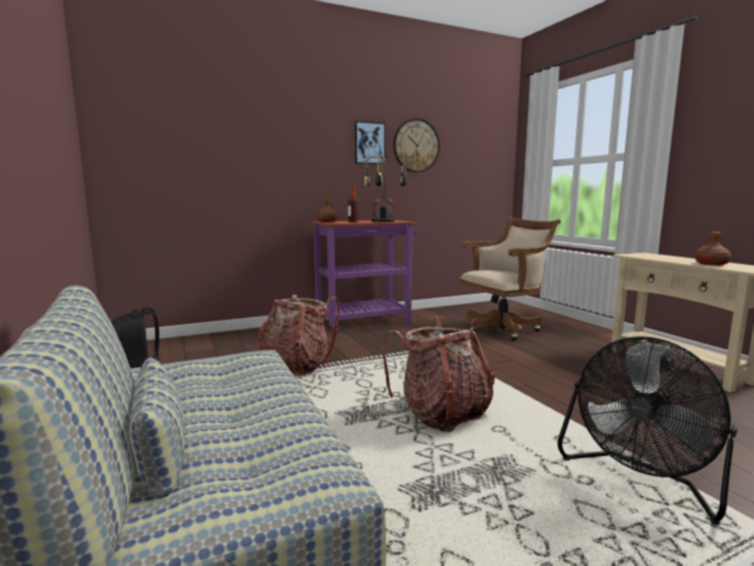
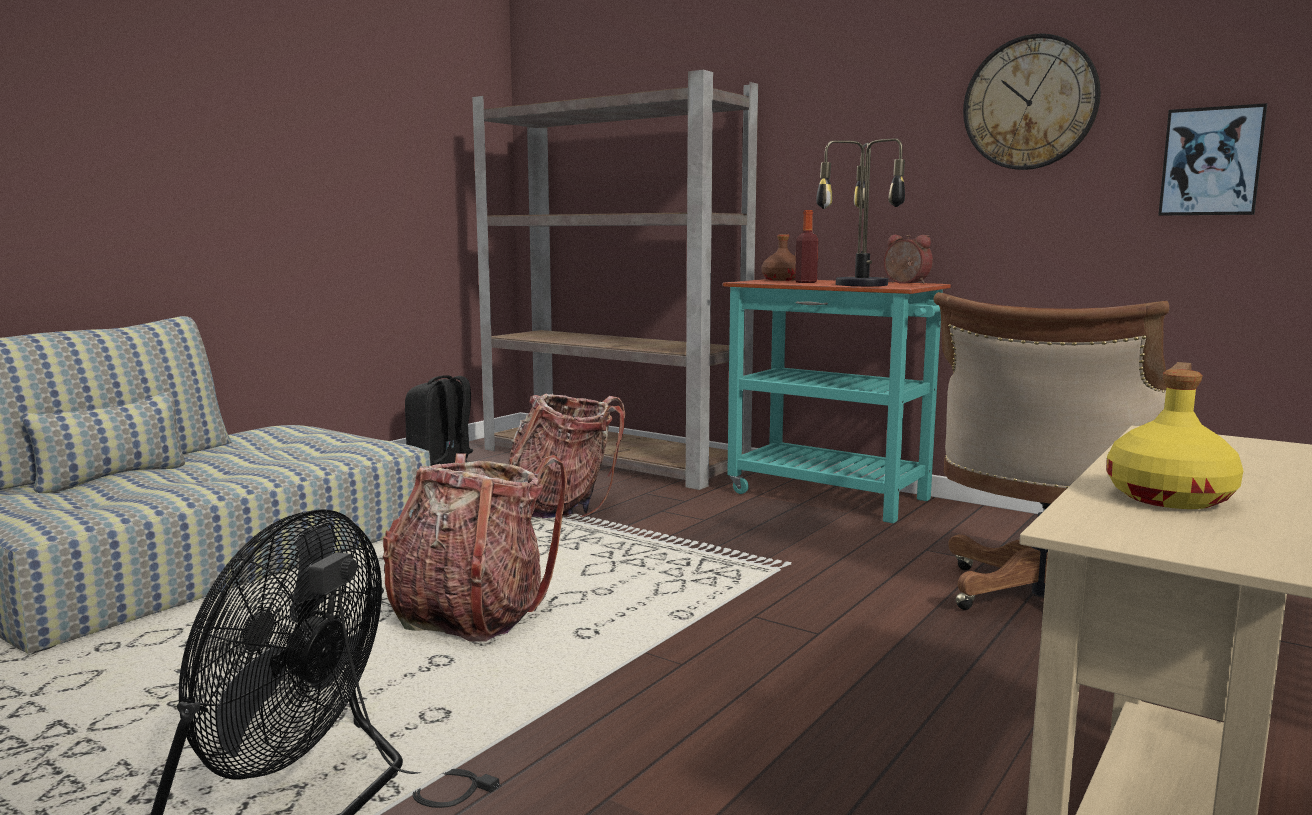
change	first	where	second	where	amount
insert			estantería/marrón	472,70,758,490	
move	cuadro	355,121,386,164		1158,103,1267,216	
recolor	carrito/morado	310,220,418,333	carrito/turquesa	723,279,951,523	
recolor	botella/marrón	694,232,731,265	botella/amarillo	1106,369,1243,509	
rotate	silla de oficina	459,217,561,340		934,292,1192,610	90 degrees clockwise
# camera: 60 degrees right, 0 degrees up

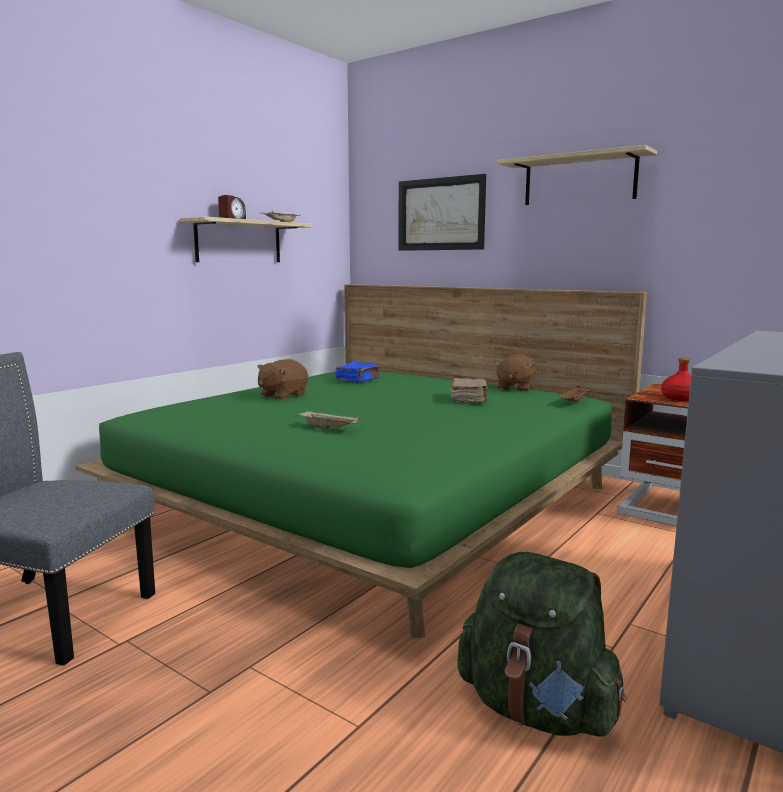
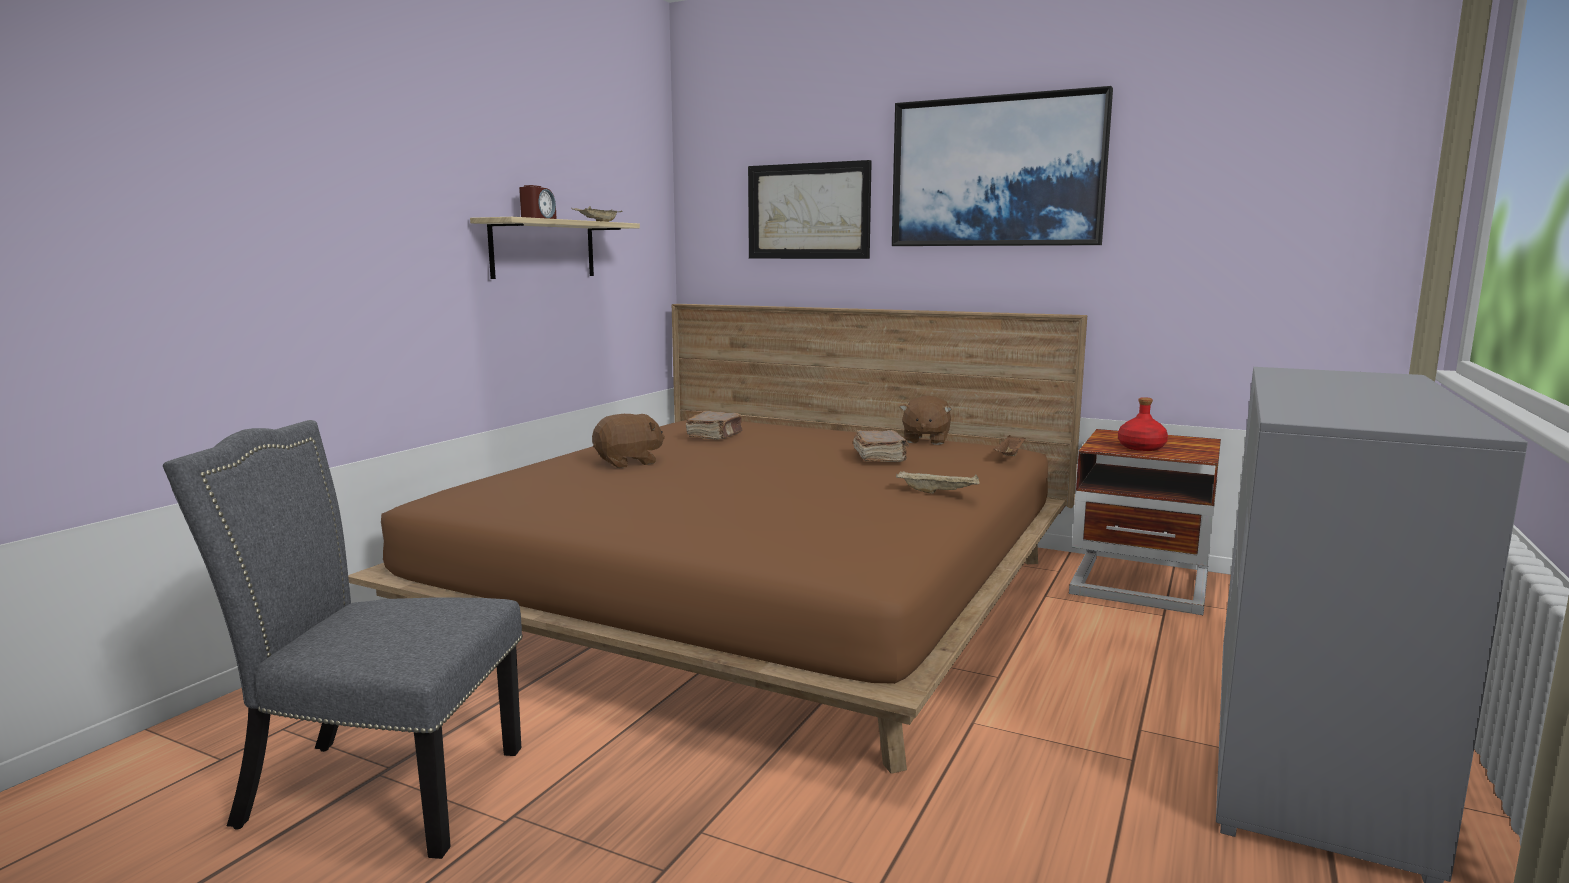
change	first	where	second	where	amount
delete	mochila/verde	457,552,627,737			
move	bandeja/beis	299,411,360,429		896,471,979,494	
replace	estante	497,145,657,205	cuadro	892,86,1113,246	
recolor	cama/verde	75,284,647,638	cama/marrón	348,304,1087,774	
recolor	libro/azul	335,362,380,383	libro/marrón	686,411,742,440	
rotate	peluche/marrón	257,359,308,400		592,414,665,468	150 degrees counterclockwise
# camera: 10 degrees left, 0 degrees up

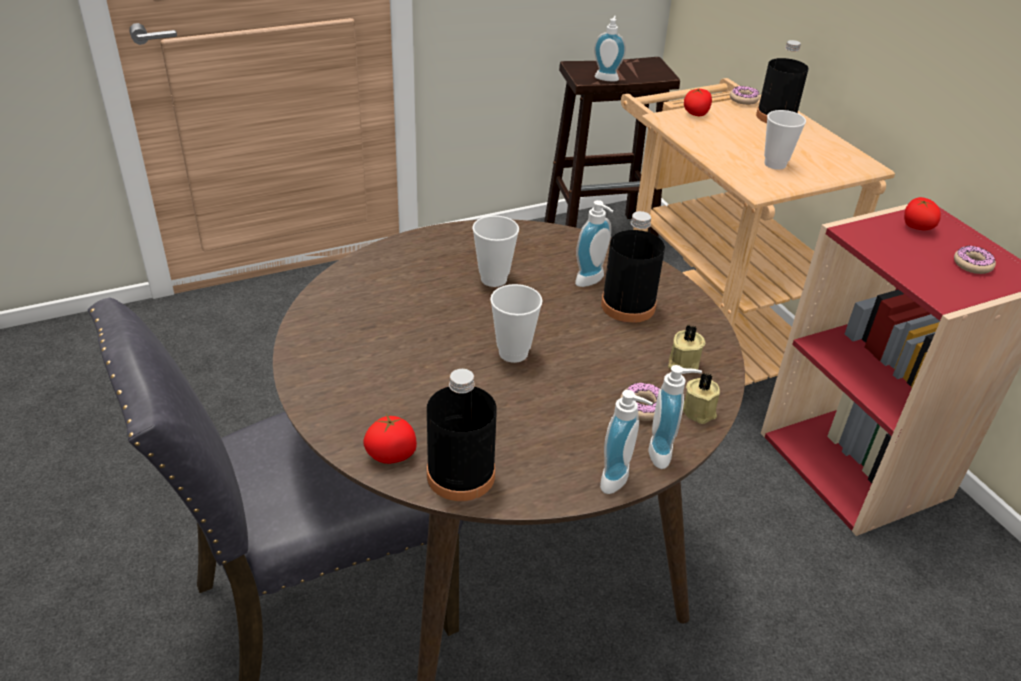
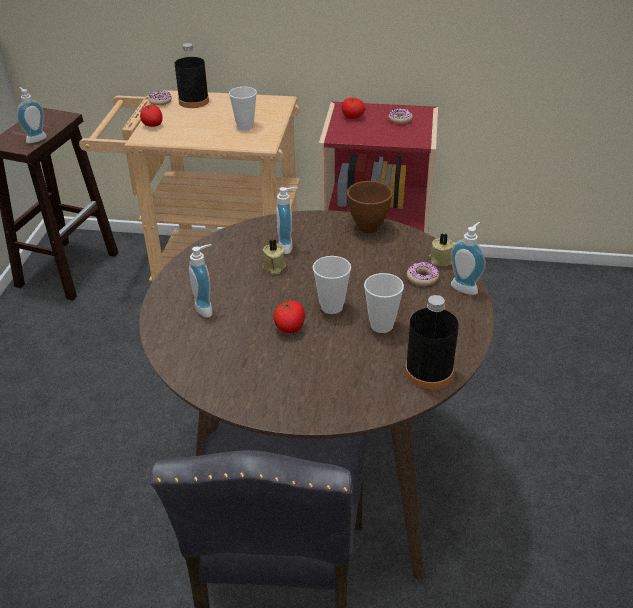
change	first	where	second	where	amount
delete	botella/negro	601,211,665,323			
insert			cuenco/marrón	347,181,393,234	
move	tomate	363,414,417,464		274,301,305,333	
move	taza	472,216,519,287		364,273,404,333	
move	dispensador de jabón	600,390,653,494		189,244,213,317	
move	vela/beis	668,325,705,370		262,239,286,275	
# camera: 55 degrees left, 0 degrees up

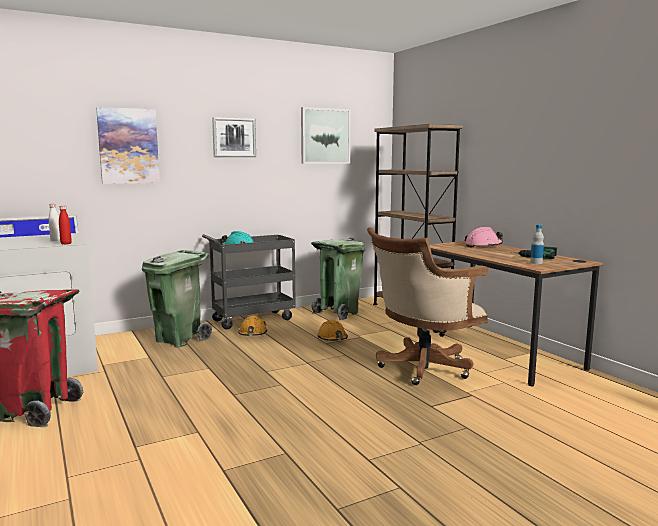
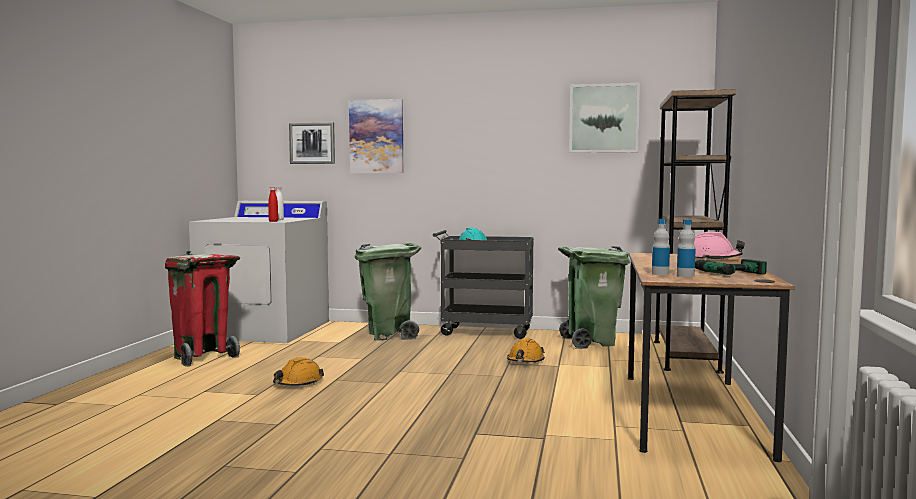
change	first	where	second	where	amount
delete	silla de oficina	367,227,488,385			
insert			botella	652,219,670,275	
move	cuadro	212,117,256,157		289,123,335,164	
move	casco/naranja	238,316,267,336		273,357,324,386	
# camera: 40 degrees right, 5 degrees down

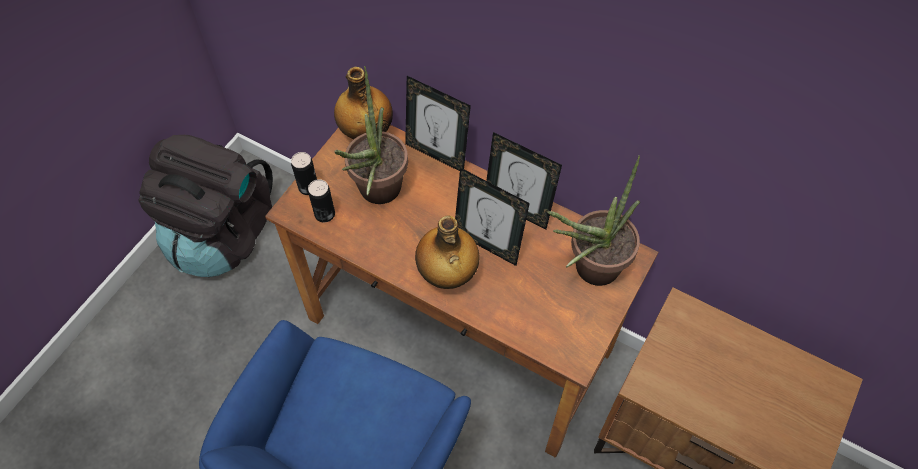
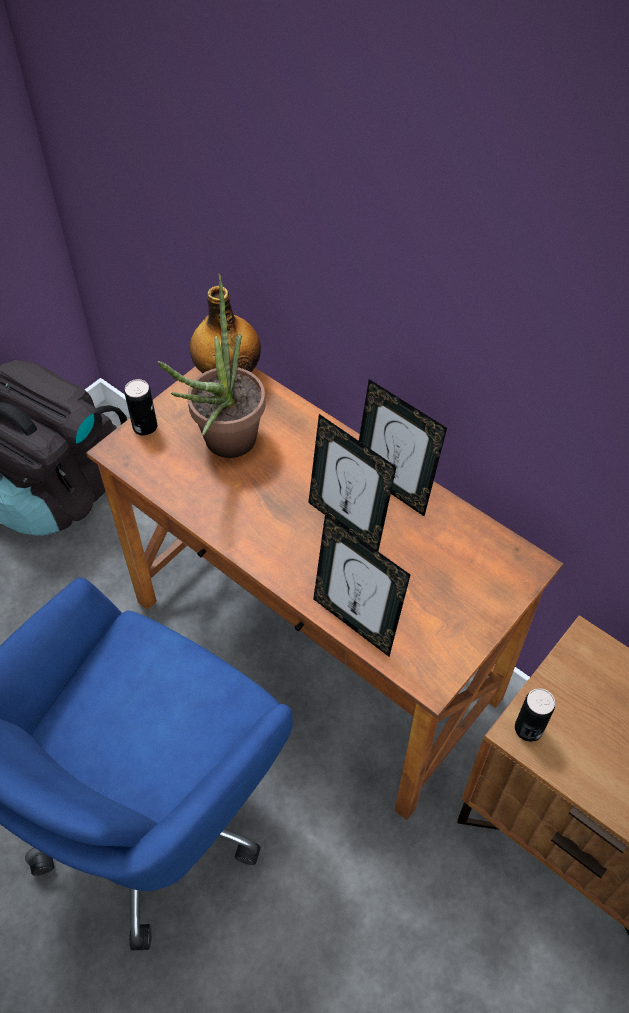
change	first	where	second	where	amount
delete	botella	415,215,480,289			
delete	planta en maceta	548,155,640,286			
move	lata	308,179,335,222		515,688,555,742	
move	portarretratos	405,76,471,171		313,514,411,657	
# camera: 10 degrees right, 5 degrees down

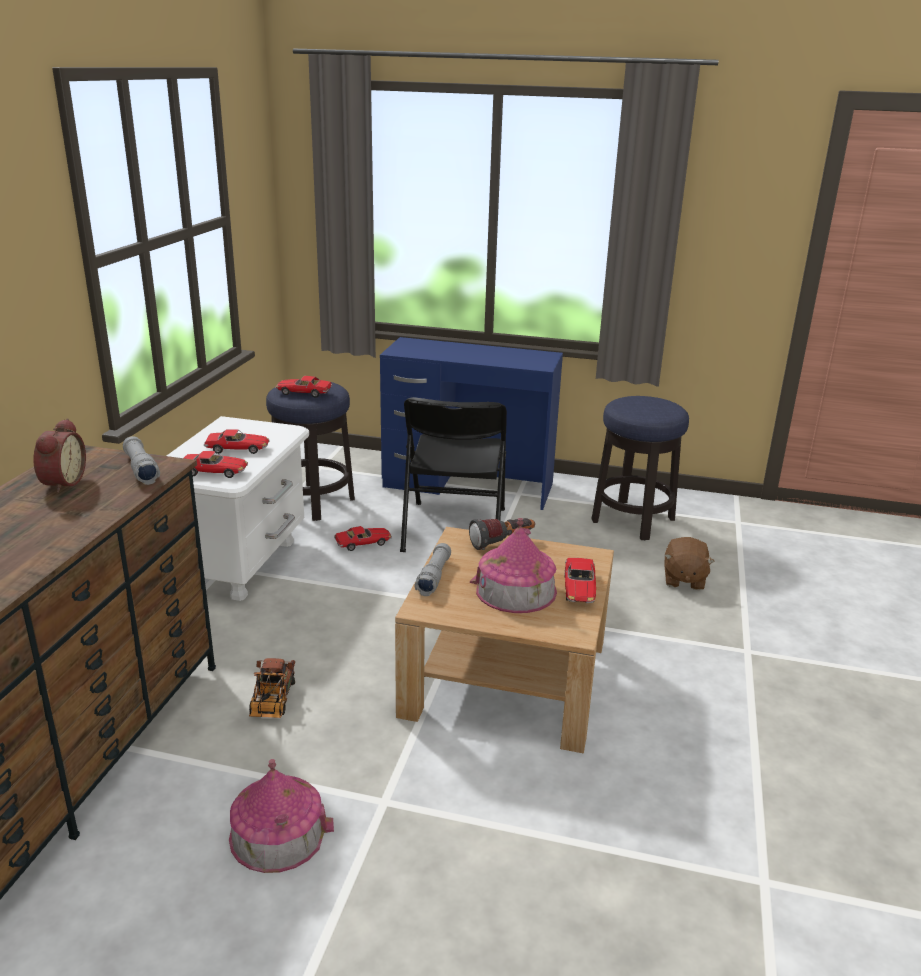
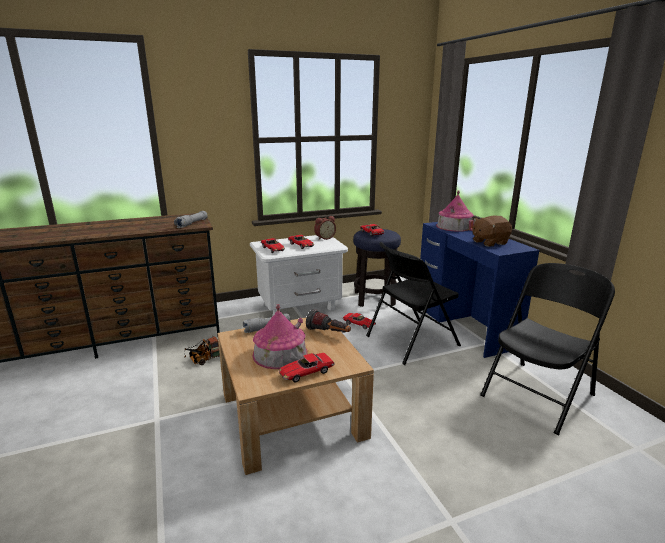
change	first	where	second	where	amount
move	despertador	33,418,86,493		314,216,336,240	
move	casita	229,759,334,873		436,190,474,232	
move	peluche/marrón	664,537,715,590		472,216,512,247	
replace	taburete	592,396,689,540	silla/negro	480,263,615,436	
# camera: 55 degrees right, 5 degrees down

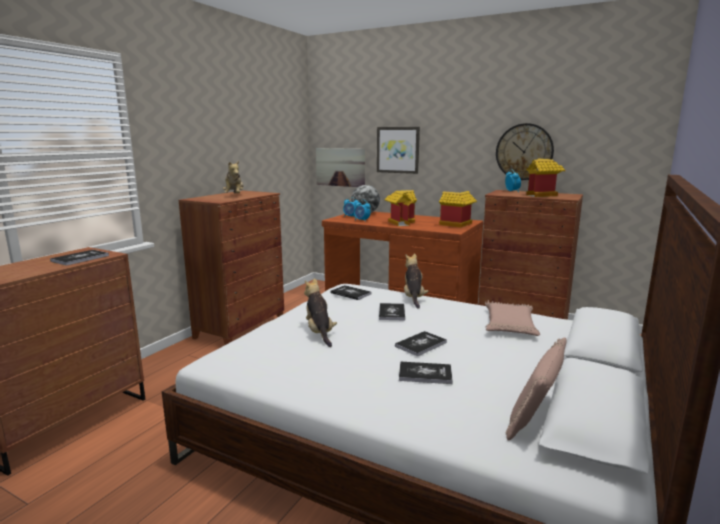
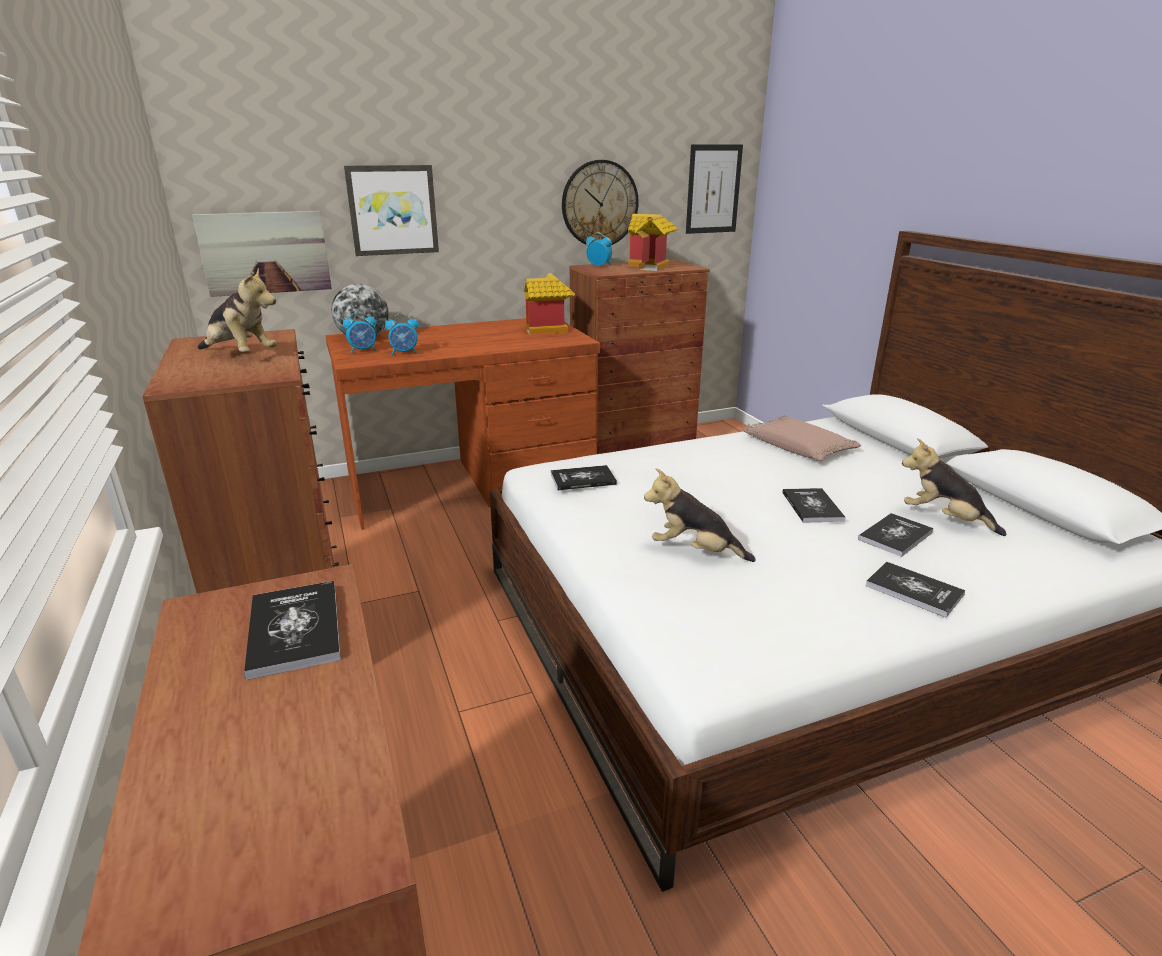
change	first	where	second	where	amount
delete	casita	384,190,417,226			
delete	cojín/beis	506,338,567,440			
insert			cuadro	686,144,743,234	
move	libro	379,303,405,320		866,562,965,618	
move	peluche	404,253,428,309		902,438,1006,536	
# camera: 50 degrees left, 10 degrees up

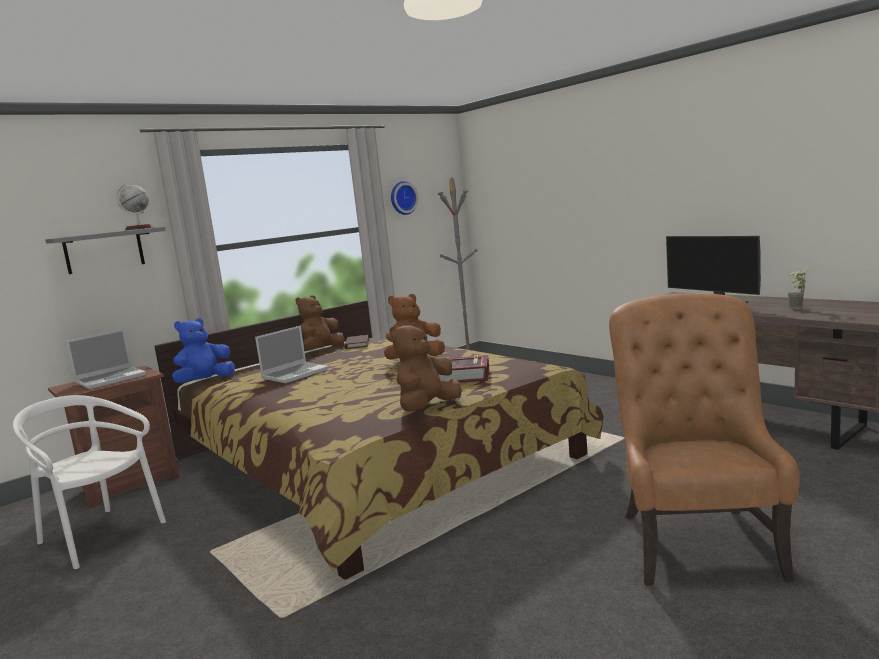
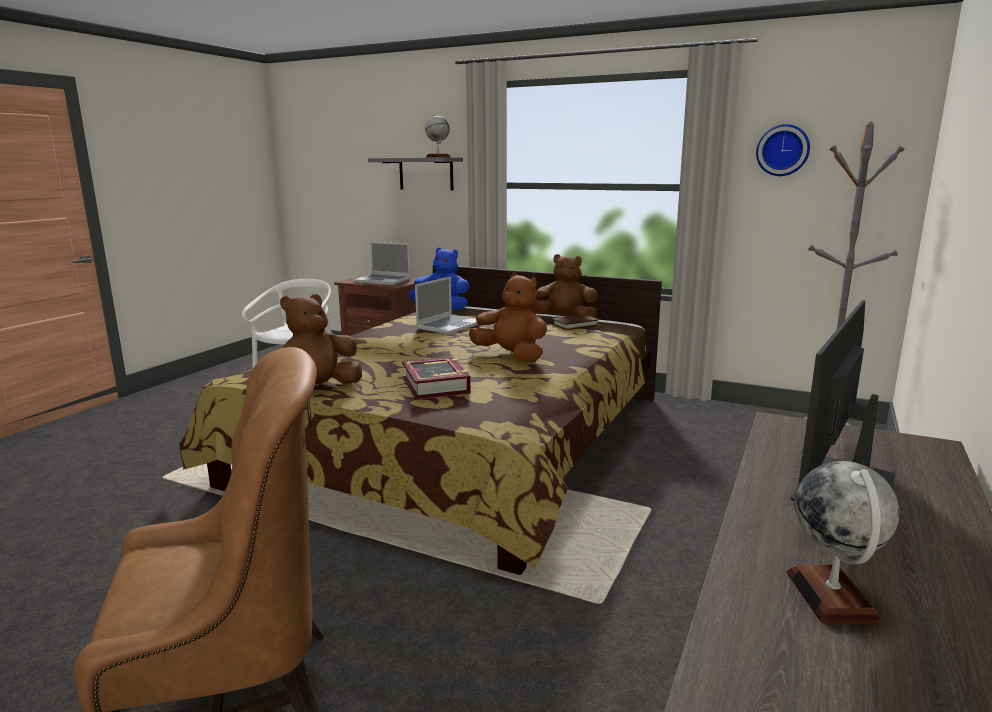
change	first	where	second	where	amount
replace	planta en maceta	788,267,808,310	globo terráqueo	786,461,900,624	
rotate	portátil	255,326,329,383		415,277,478,335	75 degrees counterclockwise
rotate	peluche/marrón	389,323,461,412		280,294,362,384	60 degrees counterclockwise
# camera: 65 degrees right, 5 degrees up

